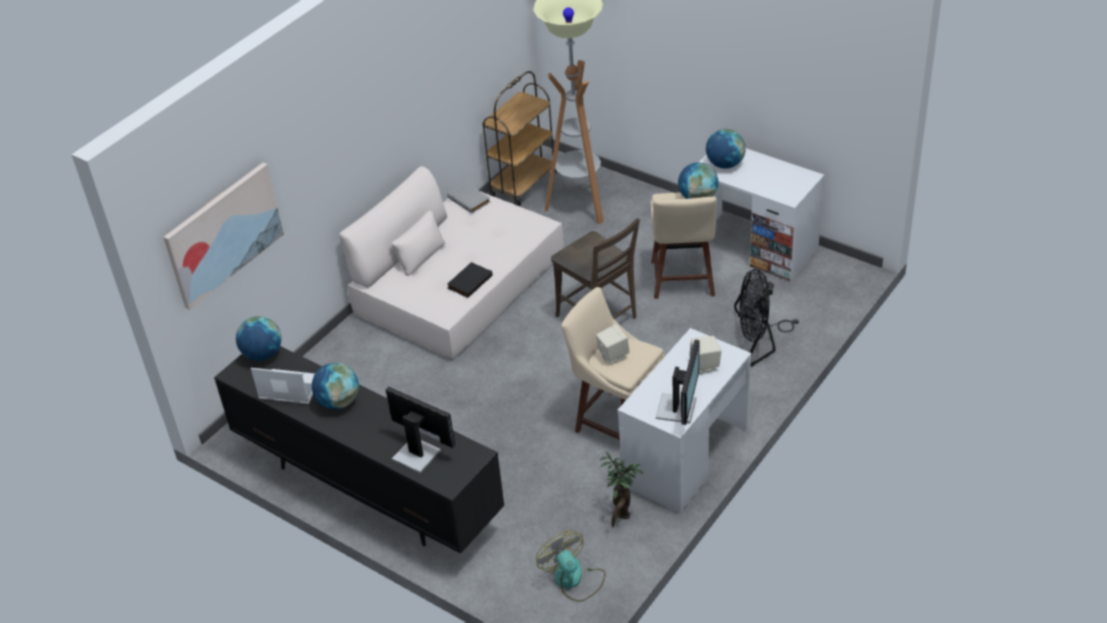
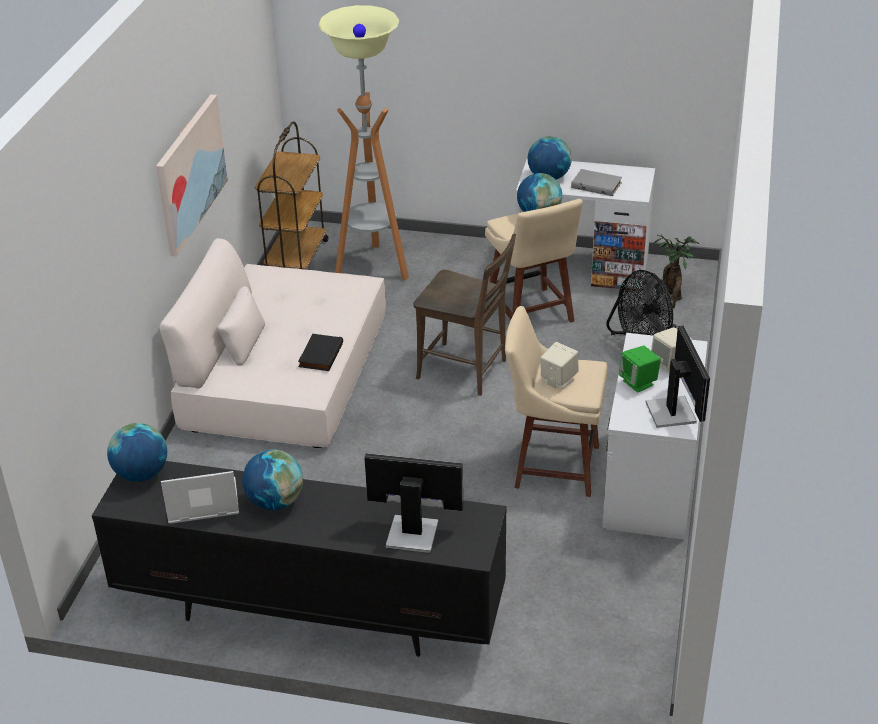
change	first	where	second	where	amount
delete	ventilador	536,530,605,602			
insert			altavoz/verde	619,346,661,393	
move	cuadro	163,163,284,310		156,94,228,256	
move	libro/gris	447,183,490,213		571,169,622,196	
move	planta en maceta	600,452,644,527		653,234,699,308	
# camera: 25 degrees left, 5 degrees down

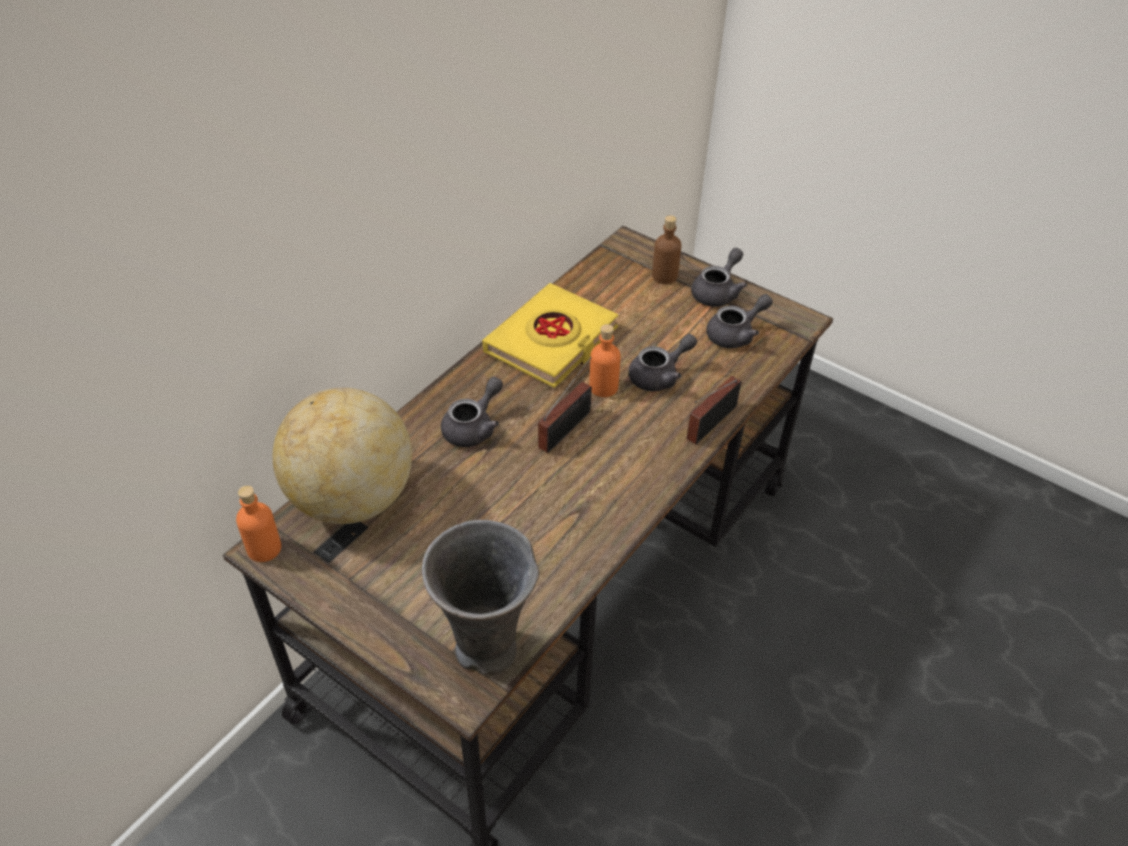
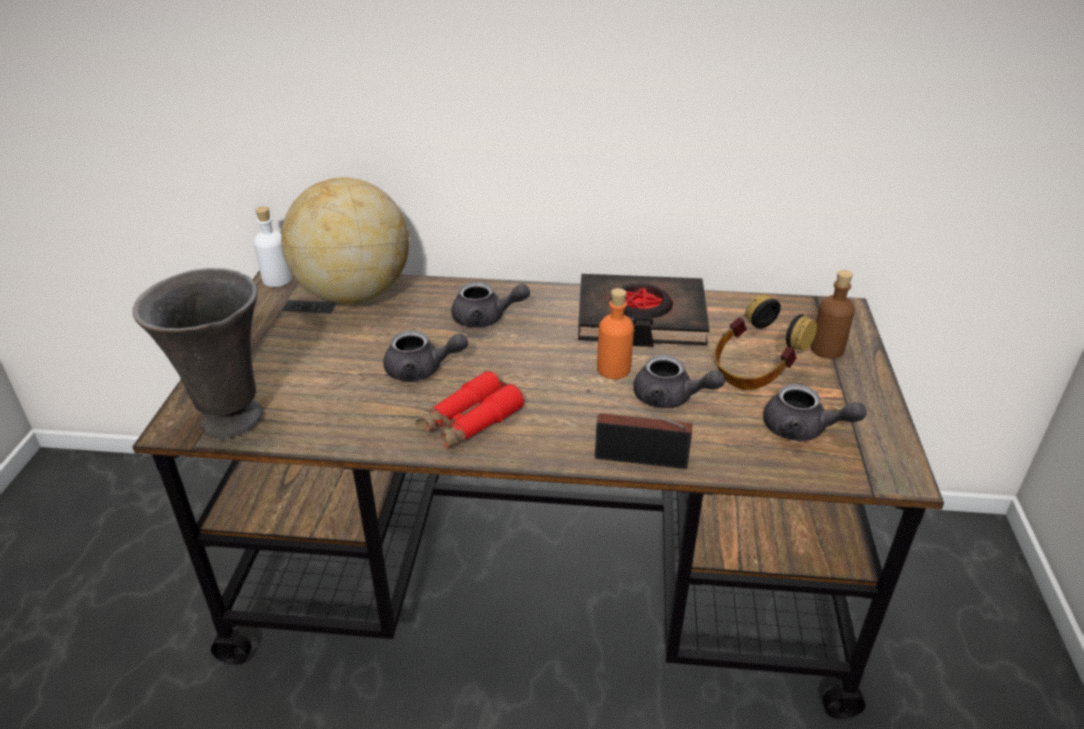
change	first	where	second	where	amount
delete	radio	538,357,592,453			
insert			prismáticos/rojo	415,370,525,449	
insert			auriculares	714,294,817,390	
move	tetera/gris	691,248,747,307		383,331,468,381	
recolor	botella/naranja	236,485,281,562	botella/blanco	254,206,292,287	
recolor	libro/amarillo	482,283,618,388	libro/negro	578,274,710,347	
# camera: 60 degrees right, 10 degrees down

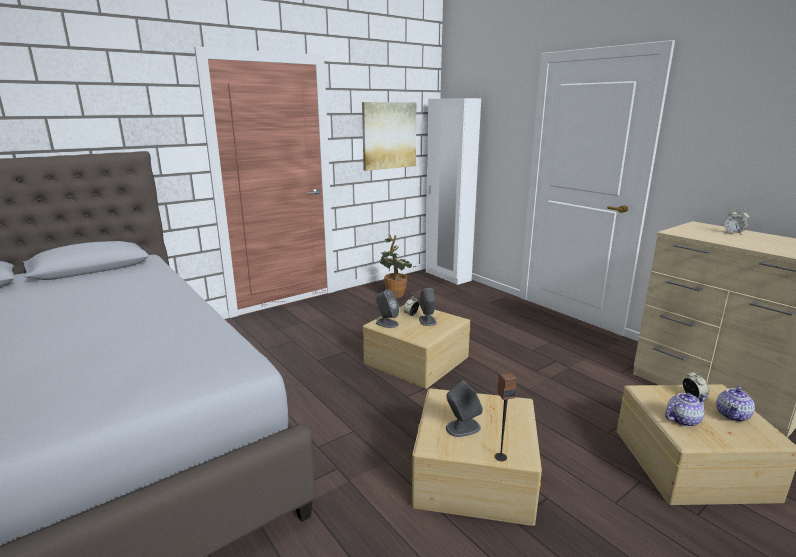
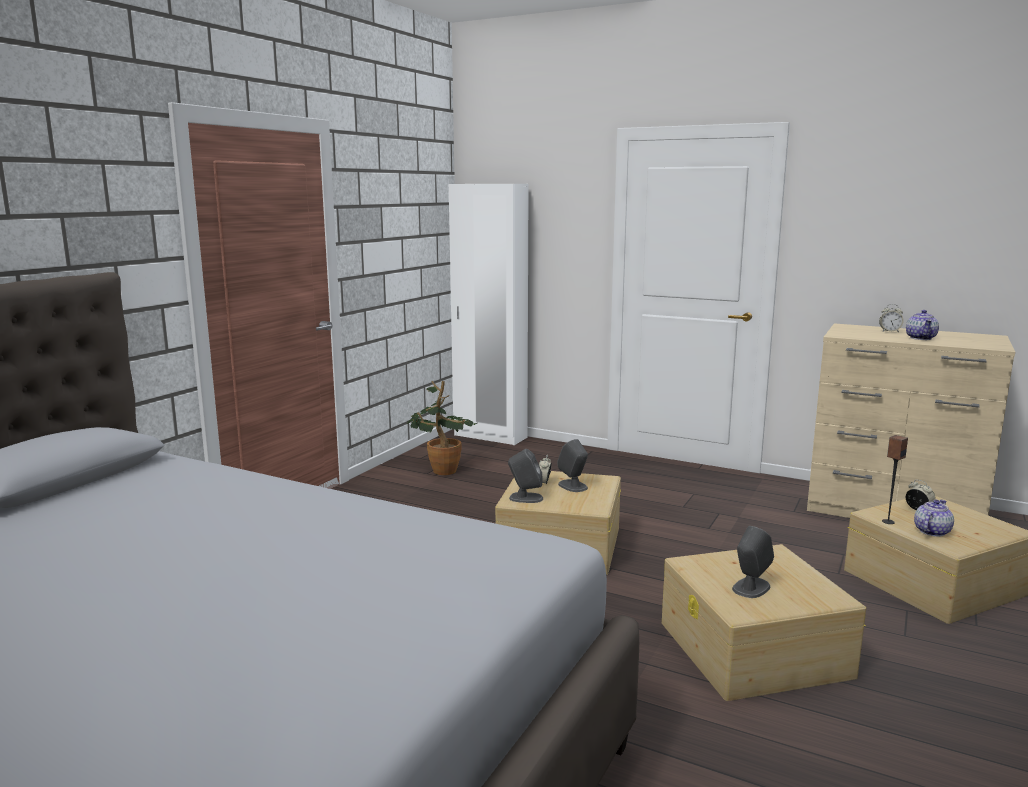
change	first	where	second	where	amount
delete	cuadro	362,102,416,171			
move	altavoz	495,372,517,461		882,435,908,524	
move	tetera	716,385,755,422		906,310,939,340	
# camera: 25 degrees left, 5 degrees down

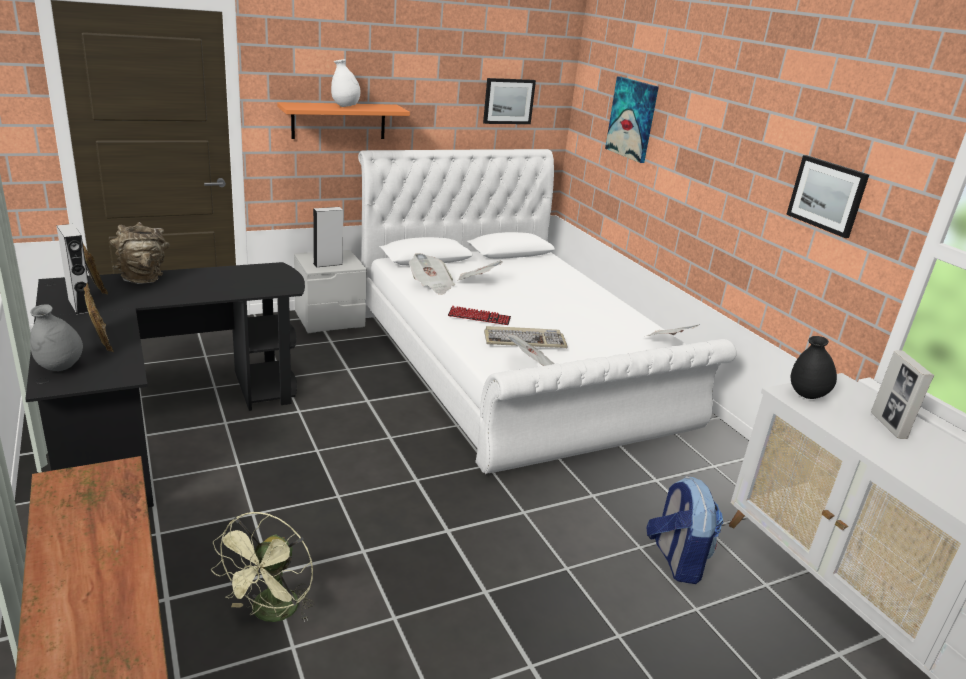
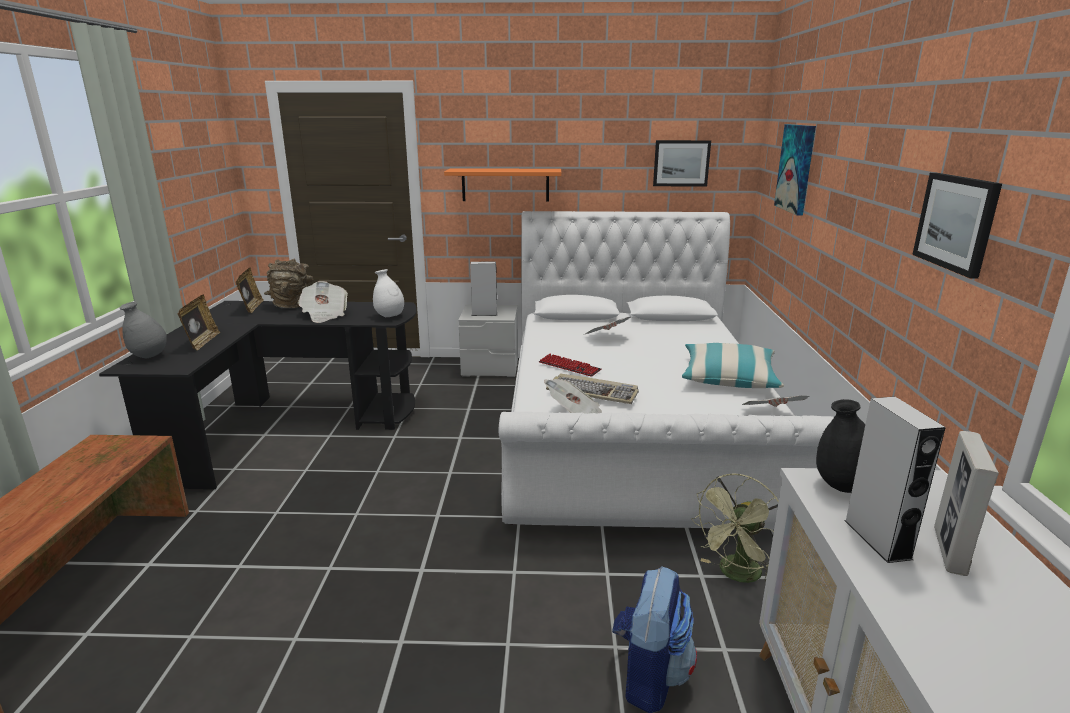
change	first	where	second	where	amount
insert			cojín	682,343,784,388	
move	altavoz/gris	56,224,89,315		845,397,946,563	
move	ventilador/verde	211,512,315,622		691,474,779,583	
move	florero/blanco	331,59,361,107		373,269,404,317	
move	periódico	409,253,455,295		298,281,348,323	
# camera: 30 degrees right, 5 degrees down

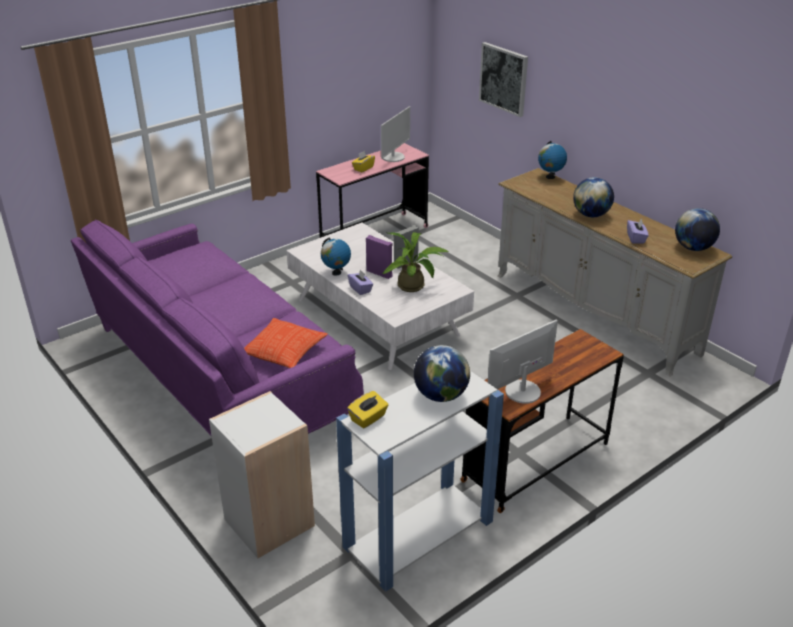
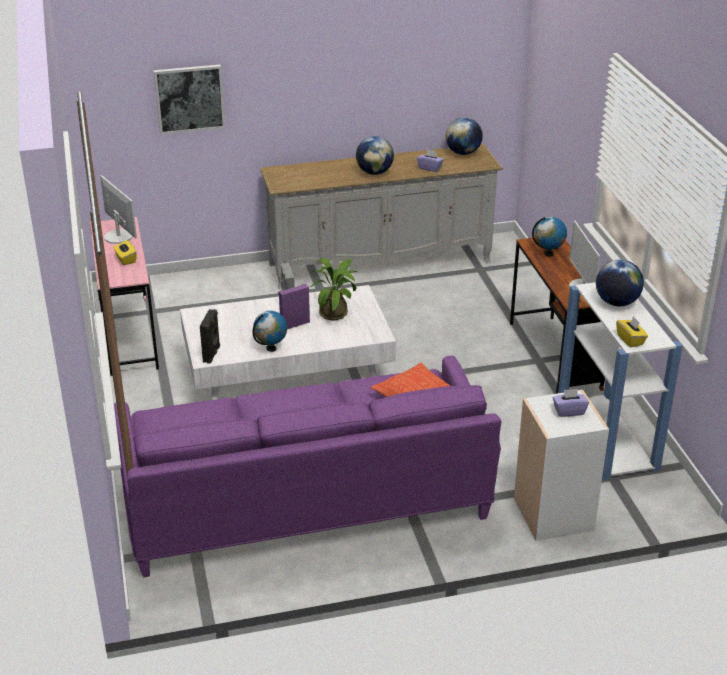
change	first	where	second	where	amount
insert			altavoz/negro	200,309,220,364	
move	caja de pañuelos/morado	348,270,373,295		553,389,589,417	
move	globo terráqueo	538,141,567,179		532,217,567,257	
# camera: 65 degrees left, 0 degrees up

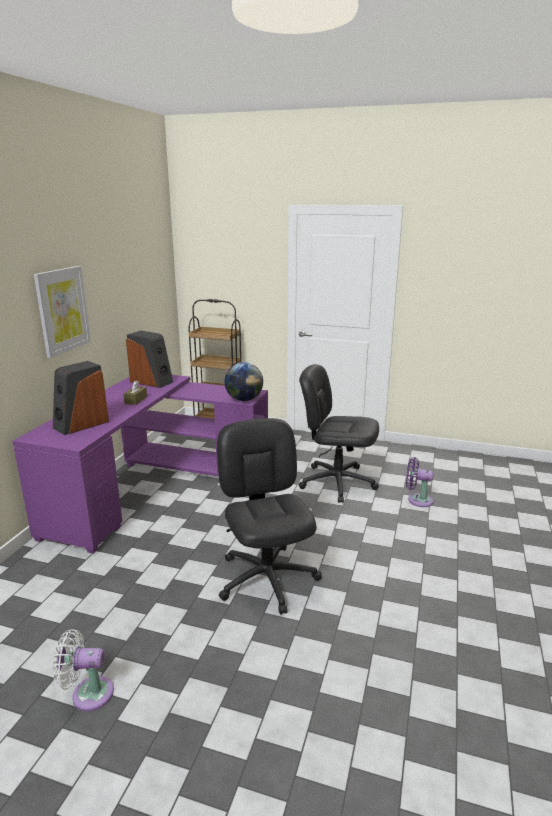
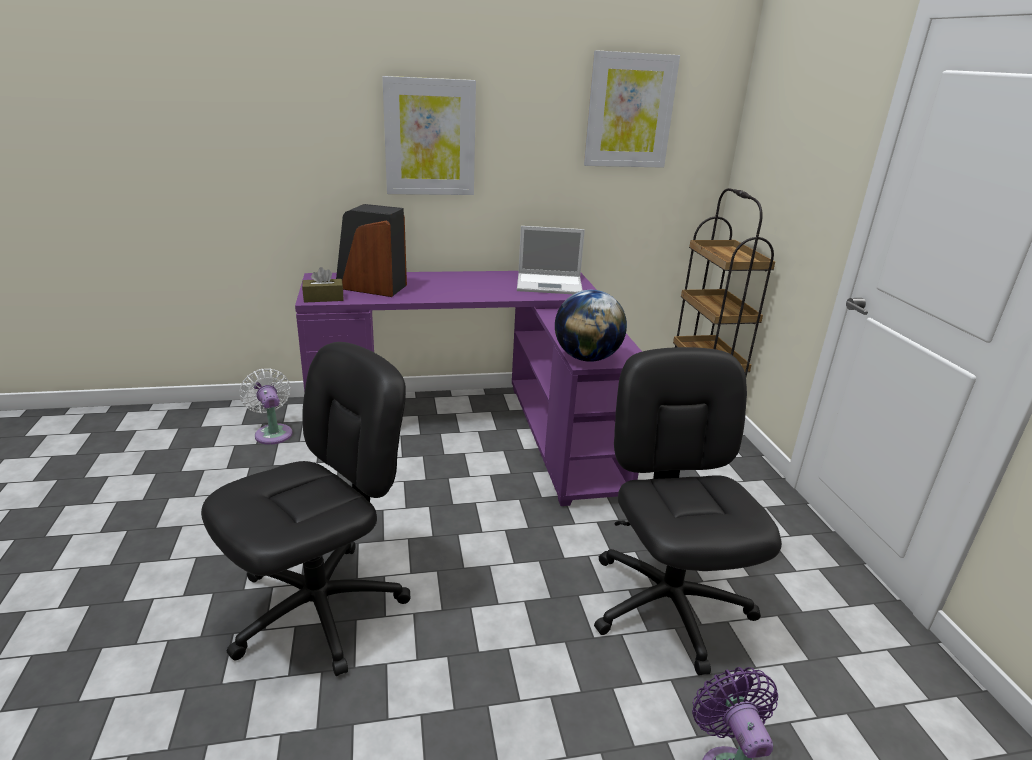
change	first	where	second	where	amount
insert			cuadro	584,50,680,168	
move	ventilador/blanco	53,629,114,711		239,368,292,445	
move	caja de pañuelos/marrón	123,380,147,405		302,267,344,303	
replace	altavoz	126,331,173,388	portátil	517,226,585,294	
# camera: 60 degrees right, 5 degrees up

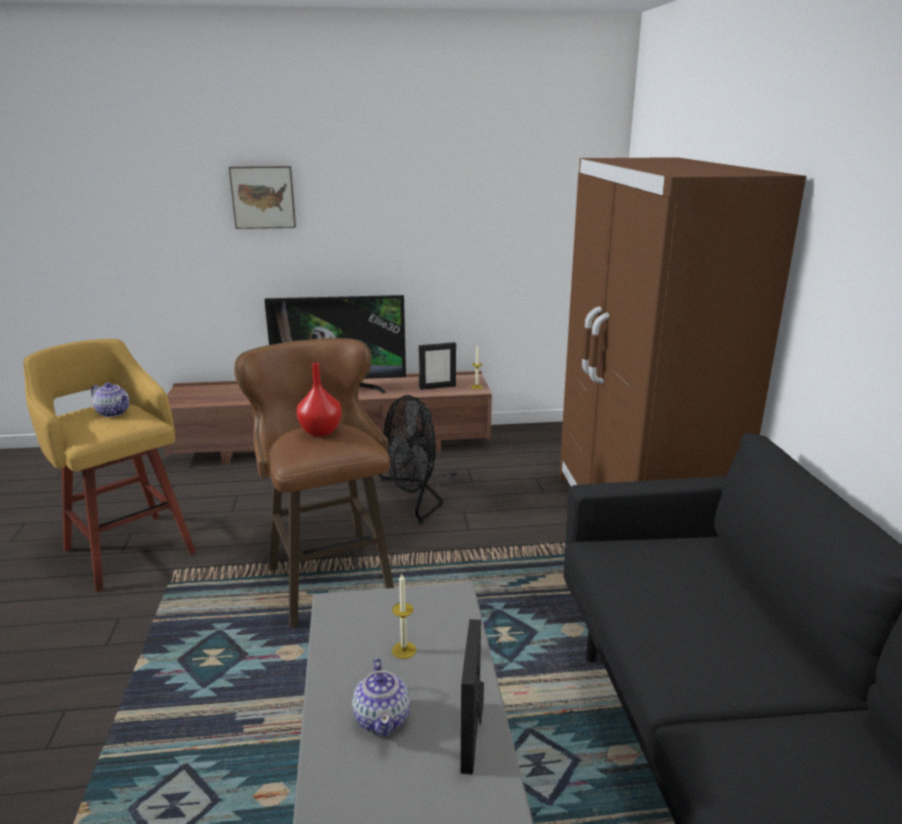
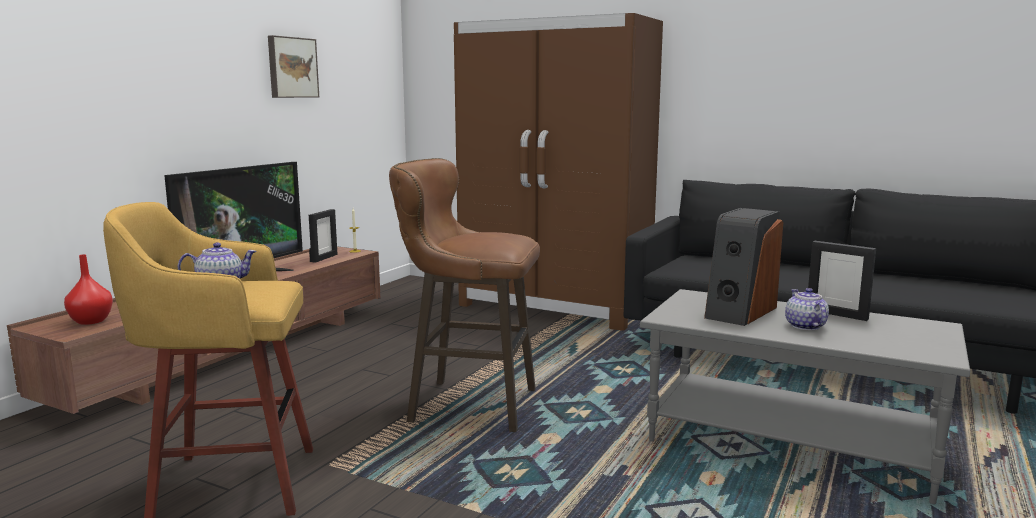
change	first	where	second	where	amount
delete	ventilador/negro	379,395,457,524			
move	cuadro	229,166,296,229		268,35,319,98	
move	florero/rojo	297,363,342,437		64,254,113,325	
replace	vela	392,574,417,659	altavoz	704,208,783,326	
rotate	tetera	352,658,410,737		785,288,829,330	120 degrees counterclockwise
# camera: 55 degrees left, 10 degrees down

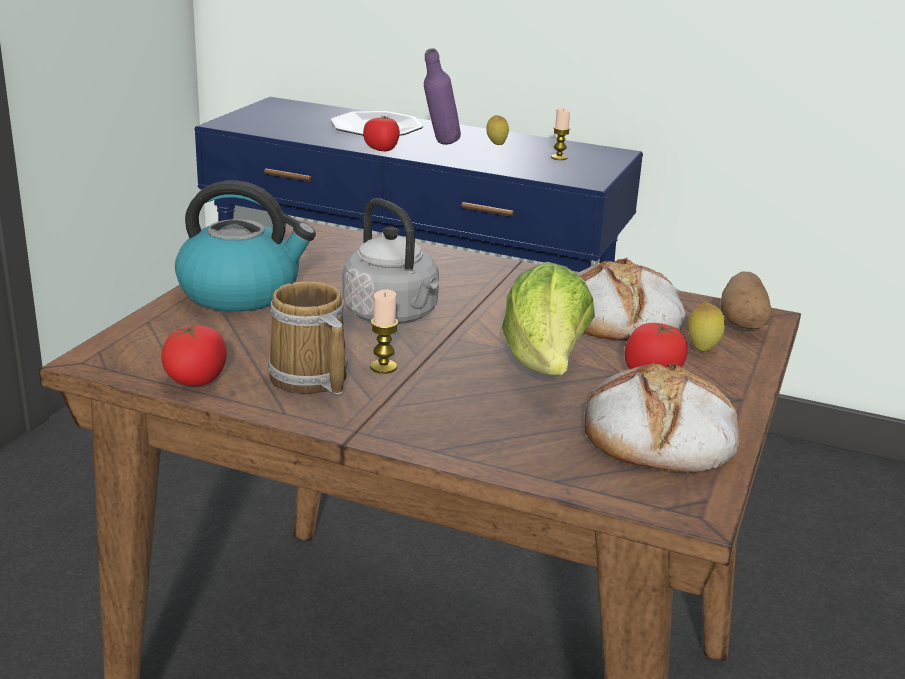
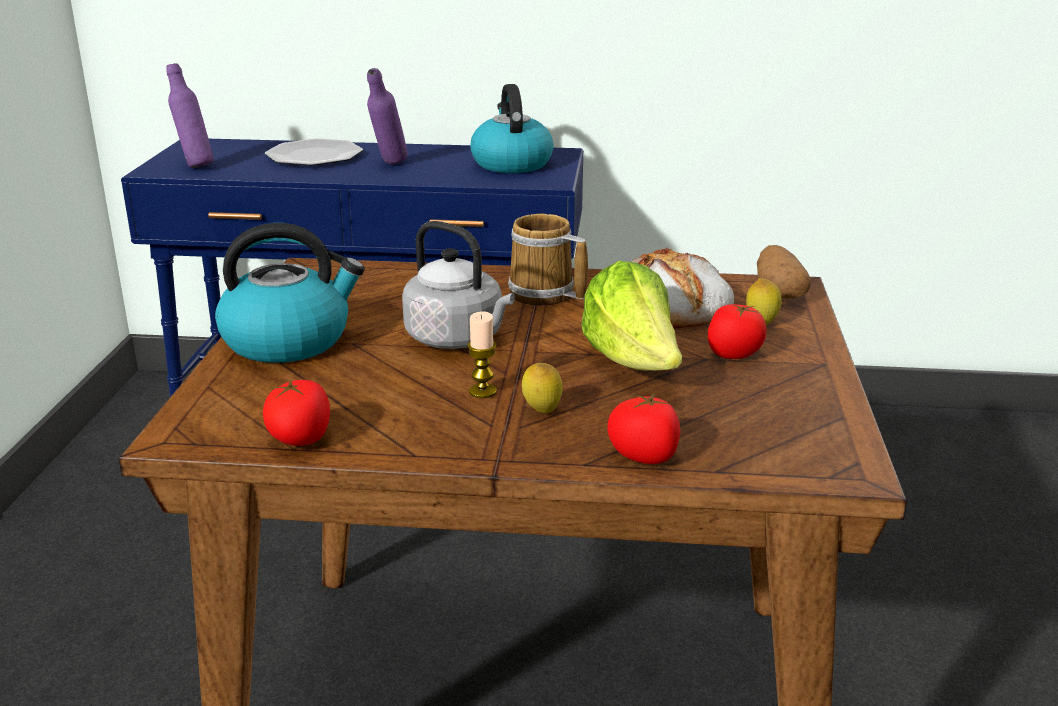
change	first	where	second	where	amount
delete	pan	584,363,740,473			
insert			botella/morado	166,63,214,168	
move	taza grande	267,281,348,394		508,214,588,306	
move	tomate	363,116,400,151		608,392,680,464	
move	limón	486,115,509,145		522,363,563,413	
replace	vela	551,108,570,160	hervidor	470,84,554,173	
# camera: 15 degrees left, 0 degrees up

